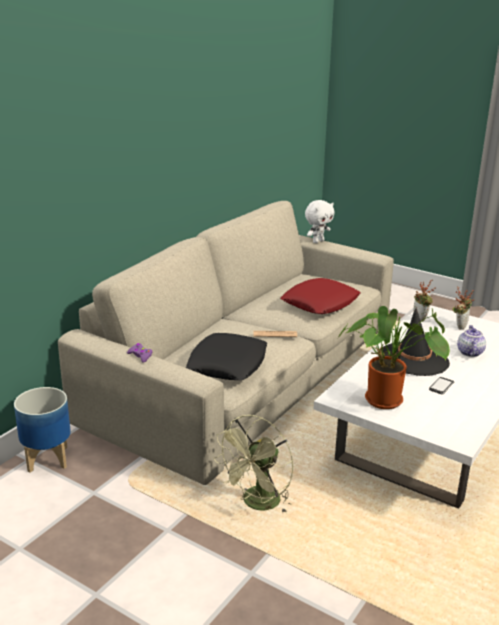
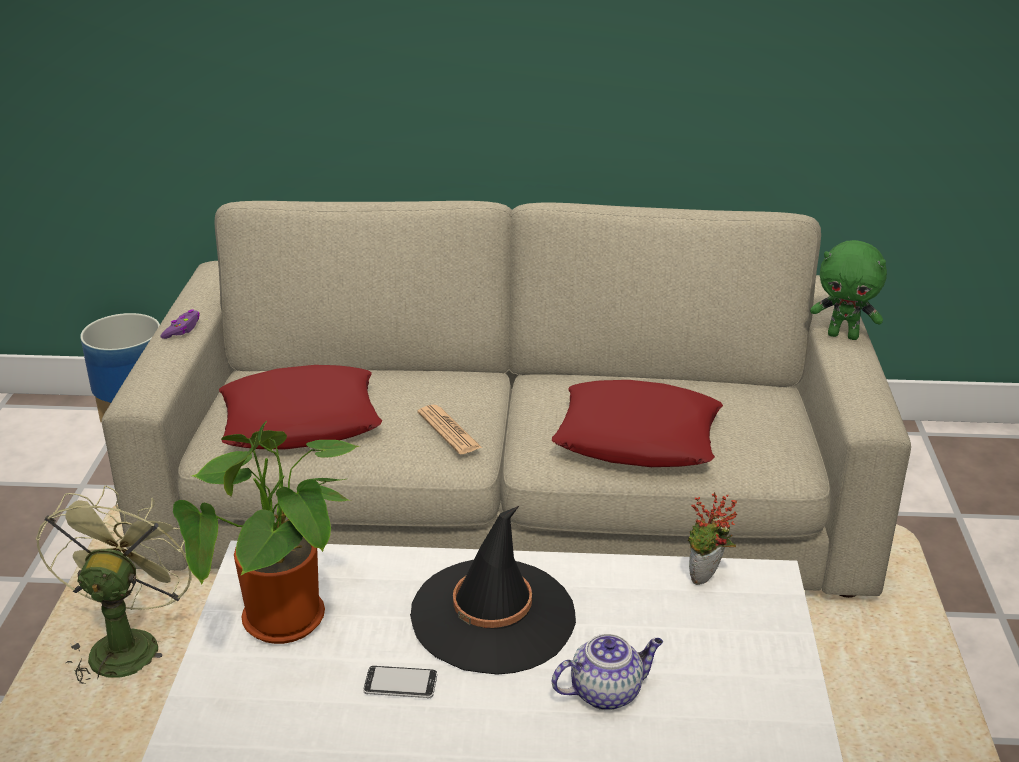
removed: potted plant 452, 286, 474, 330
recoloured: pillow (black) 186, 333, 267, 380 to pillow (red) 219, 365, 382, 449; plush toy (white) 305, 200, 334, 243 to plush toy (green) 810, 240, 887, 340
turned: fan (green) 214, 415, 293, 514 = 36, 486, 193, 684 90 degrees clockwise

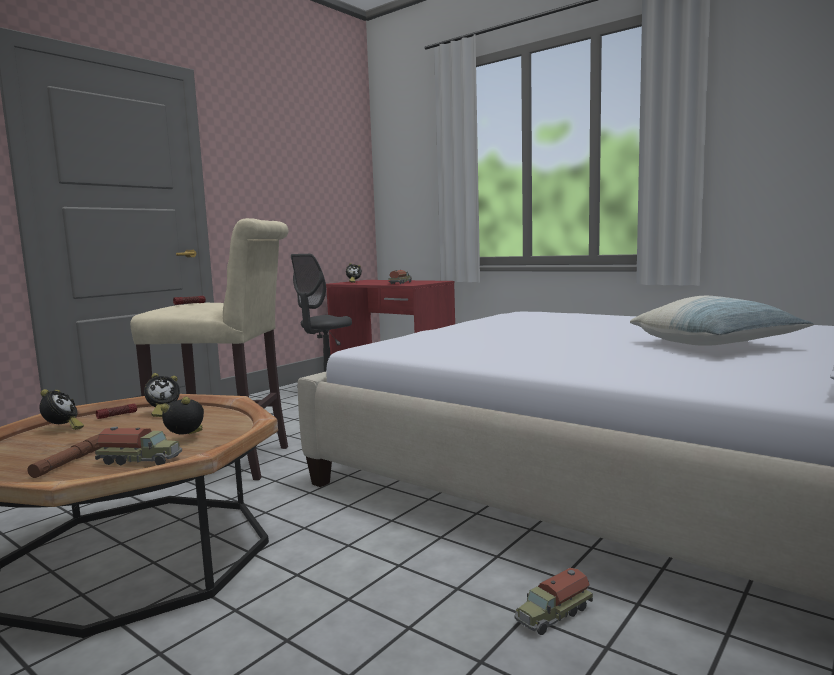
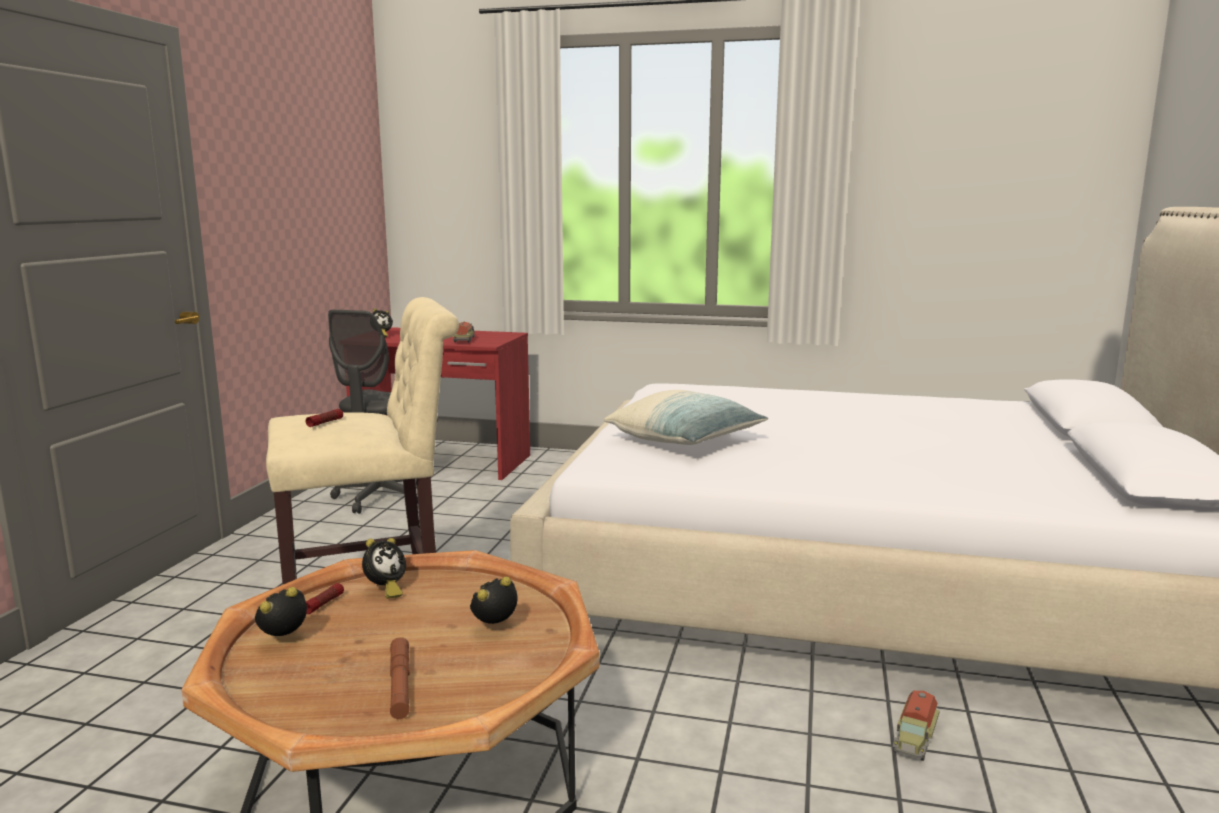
removed: toy truck 95, 427, 182, 465
moved: pillow 630, 296, 814, 346 to 604, 390, 768, 445
turned: alarm clock 39, 389, 84, 430 = 255, 587, 307, 636 105 degrees counterclockwise

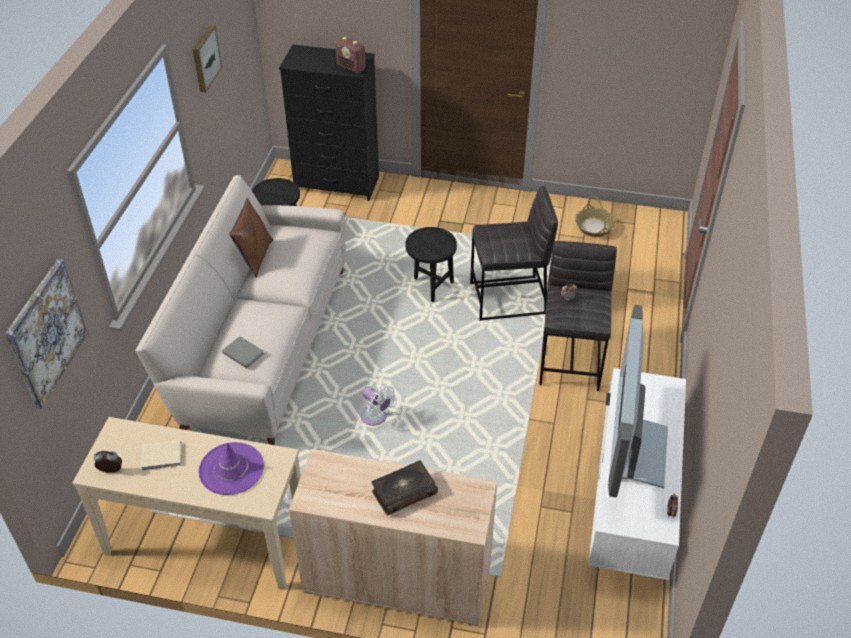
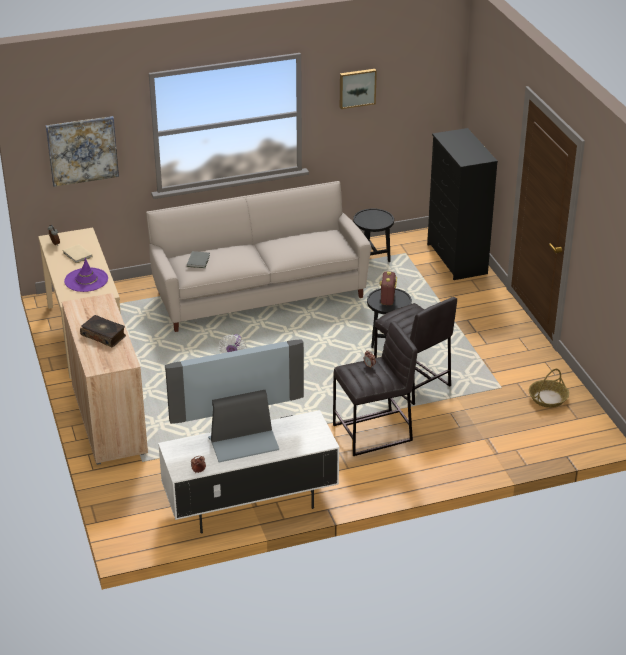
removed: pillow (brown) 229, 198, 273, 278
moved: radio 336, 37, 366, 73 to 380, 272, 397, 305

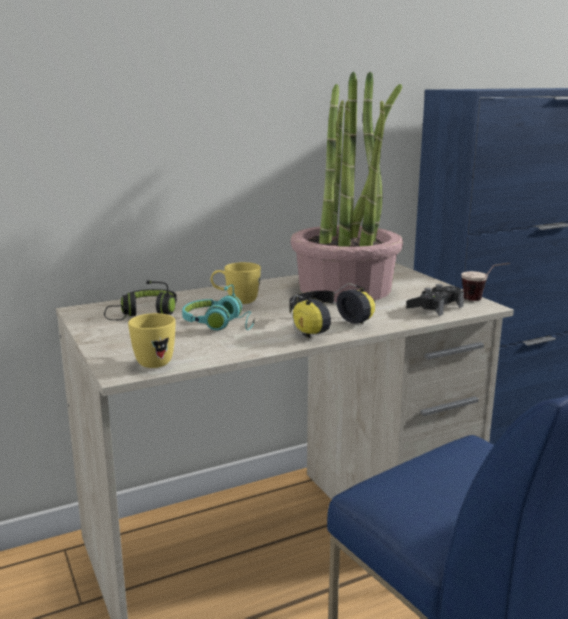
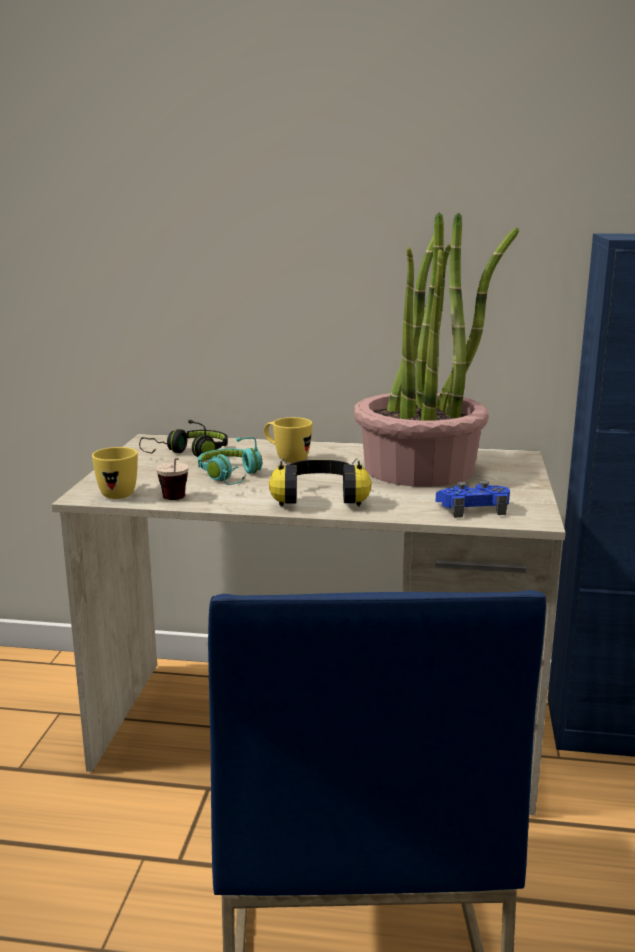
moved: cup 461, 263, 510, 301 to 156, 458, 189, 500
recoloured: game controller (black) 406, 284, 464, 316 to game controller (blue) 436, 481, 510, 518

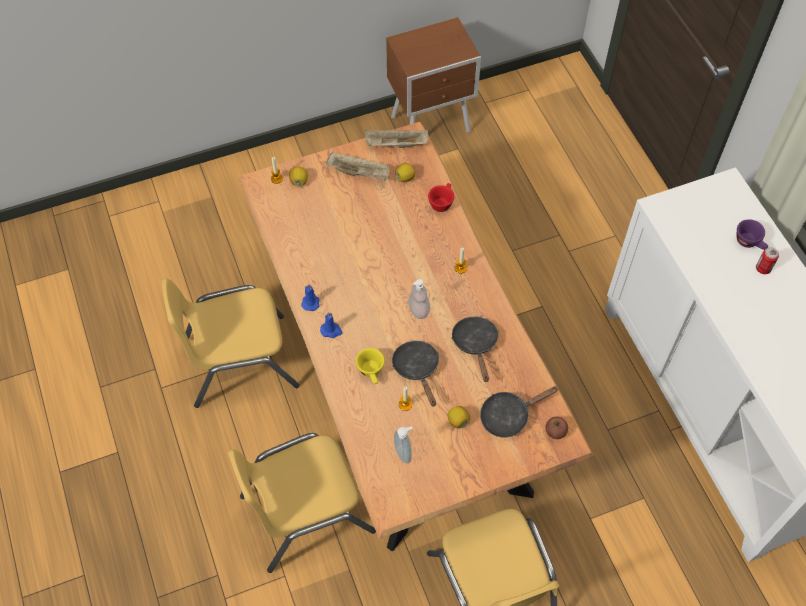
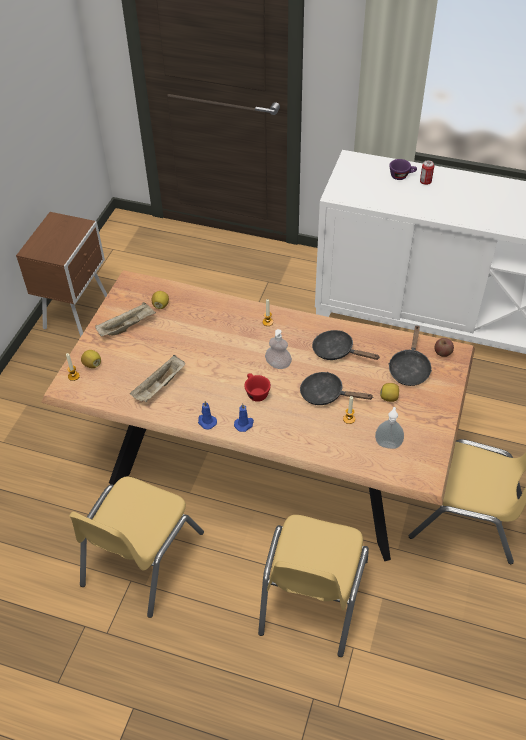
removed: cup (yellow) 356, 348, 385, 384
moved: tray (beige) 365, 130, 428, 148 to 130, 355, 185, 402; cup (red) 428, 183, 454, 212 to 244, 373, 271, 402

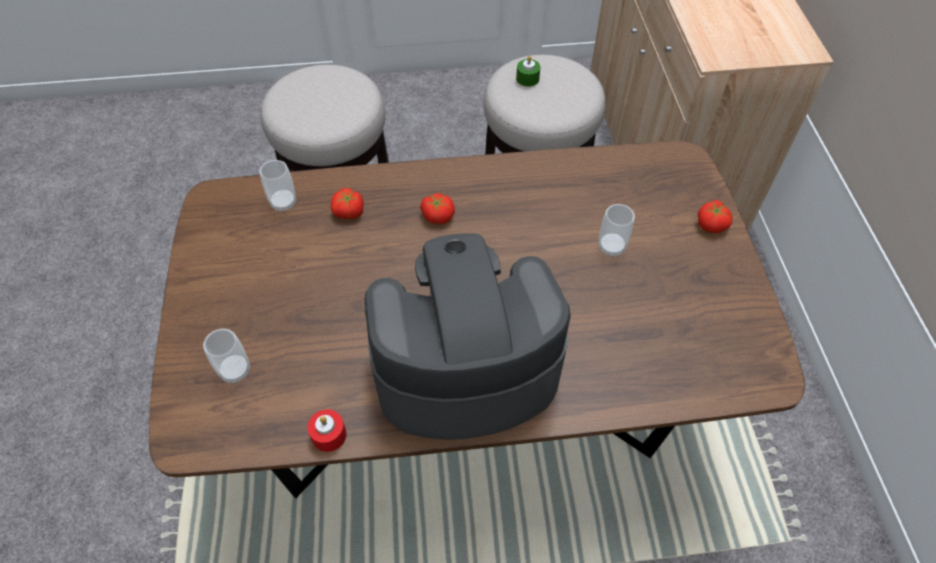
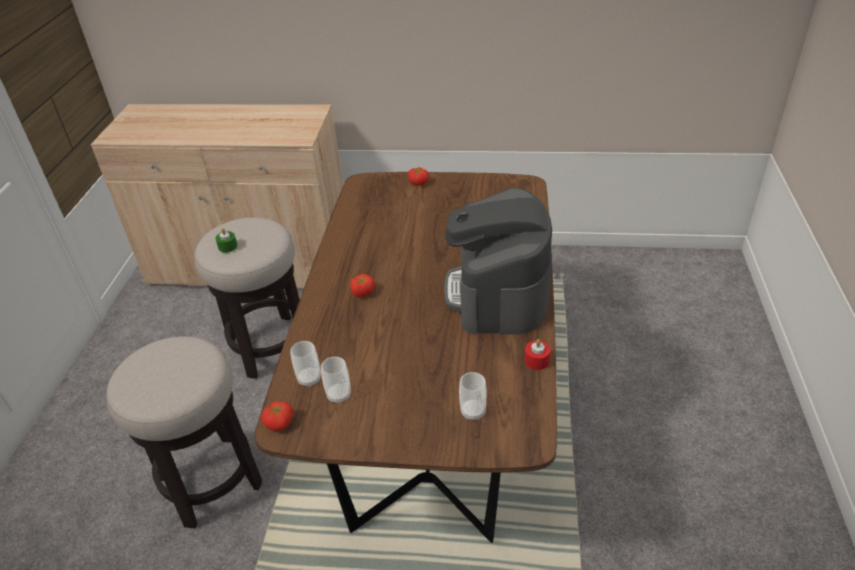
moved: tomato 331, 188, 364, 219 to 261, 401, 294, 431; cup 598, 204, 635, 257 to 321, 357, 351, 404

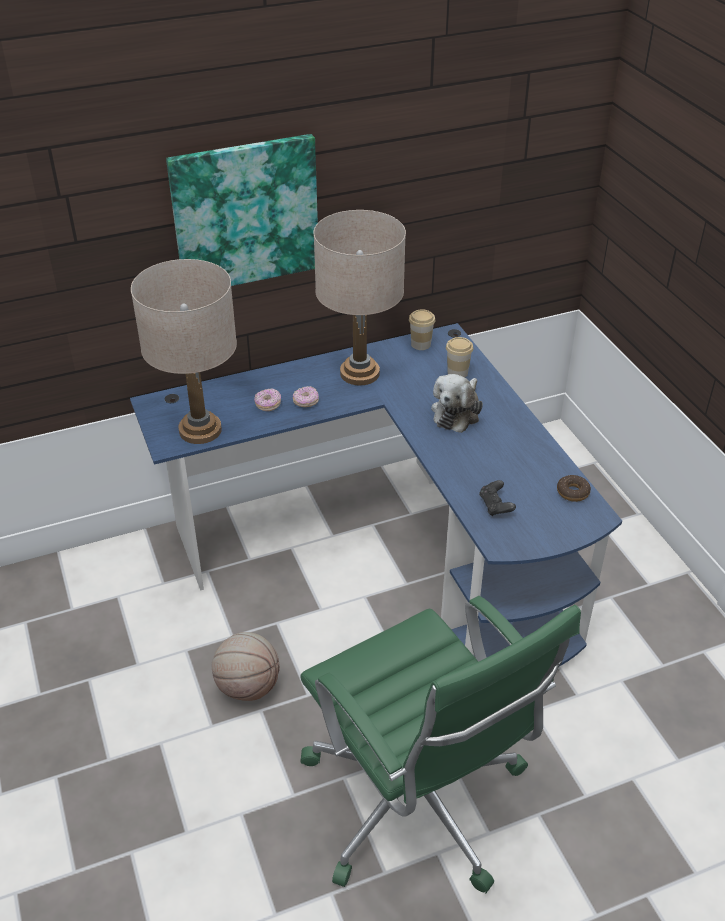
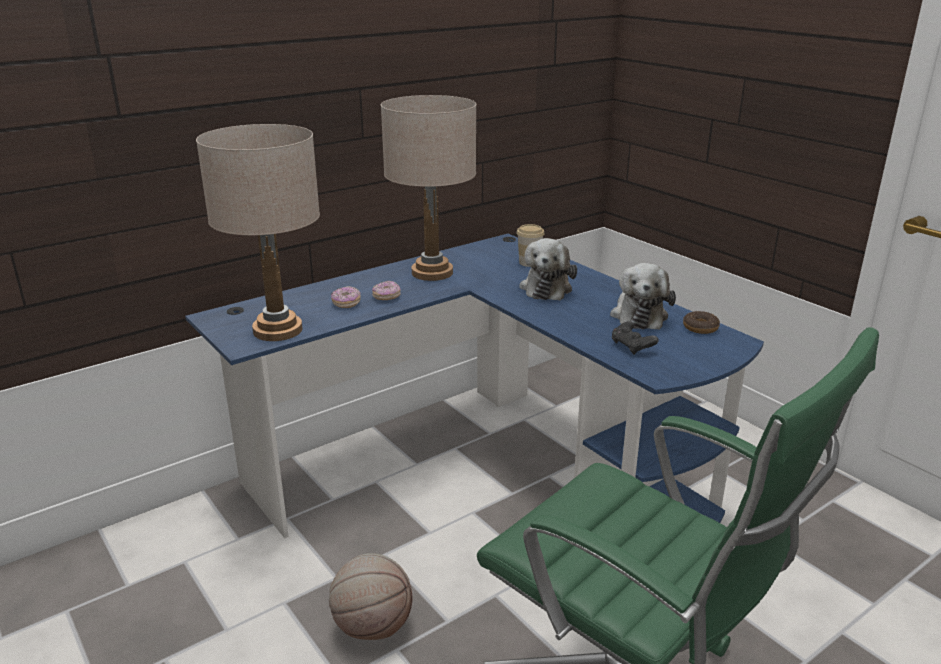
removed: picture 166, 134, 318, 286; cup 409, 309, 435, 350
added: plush toy 610, 263, 676, 330

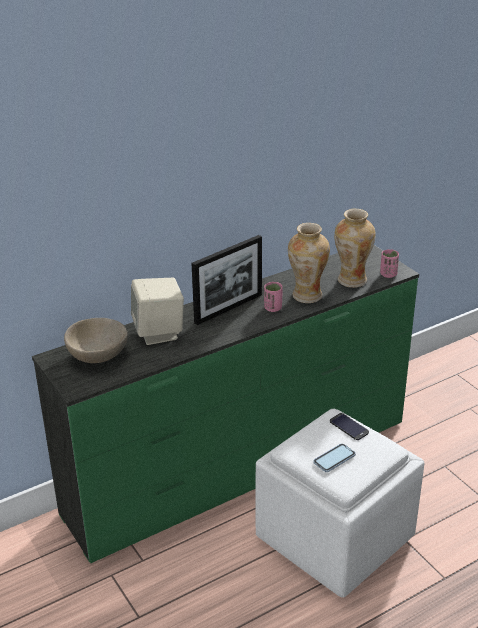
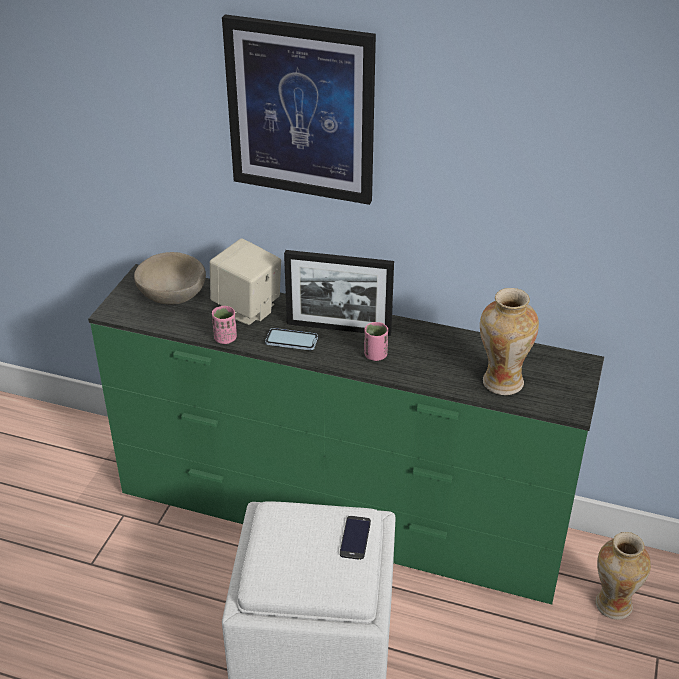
added: picture 222, 14, 376, 205
moved: vase 288, 223, 330, 303 to 595, 532, 651, 620; phone 313, 444, 356, 472 to 265, 328, 318, 350; cup (pink) 380, 249, 399, 278 to 212, 306, 237, 344

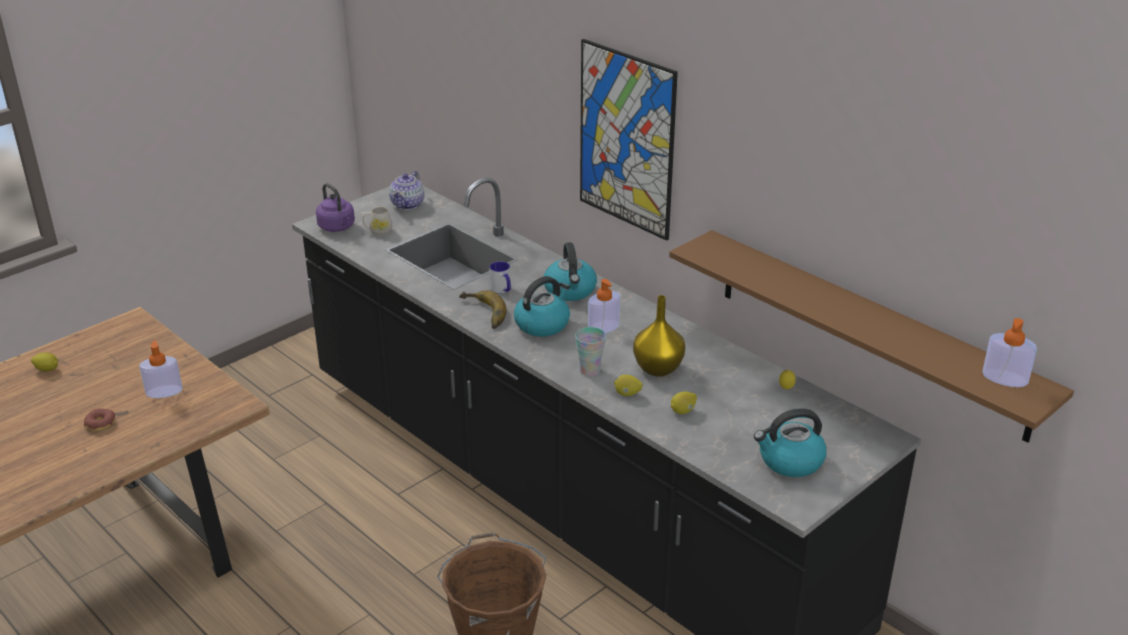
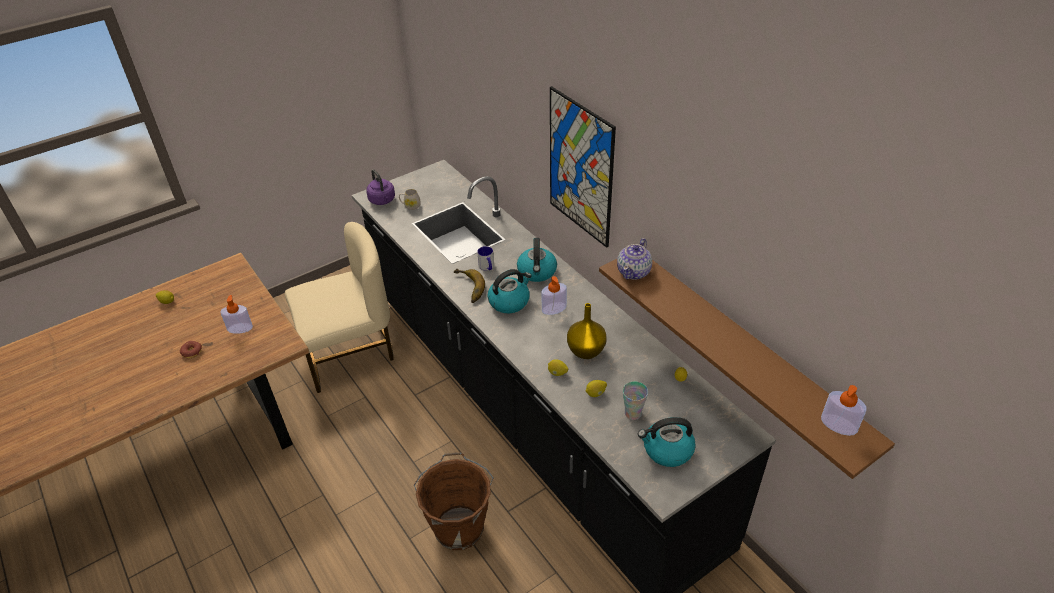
added: chair (beige) 285, 222, 394, 393
moved: teapot 389, 171, 424, 210 to 617, 238, 652, 280; cup 575, 327, 606, 376 to 623, 381, 648, 420

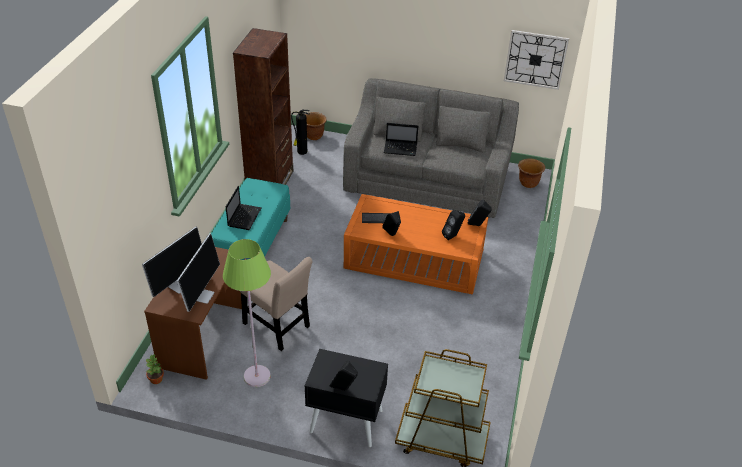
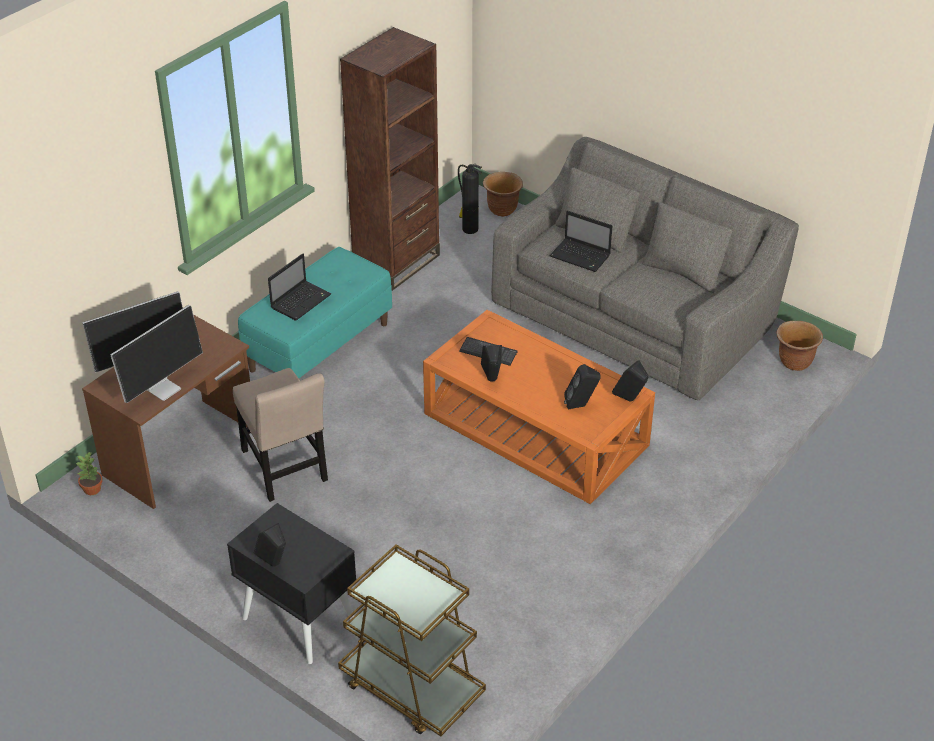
removed: floor lamp (green) 223, 239, 271, 387; wall clock 504, 30, 569, 90

